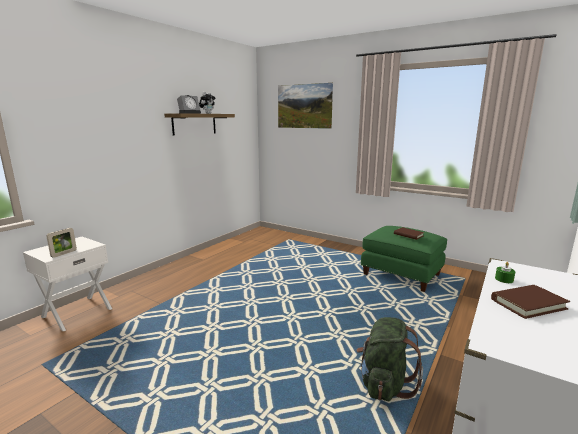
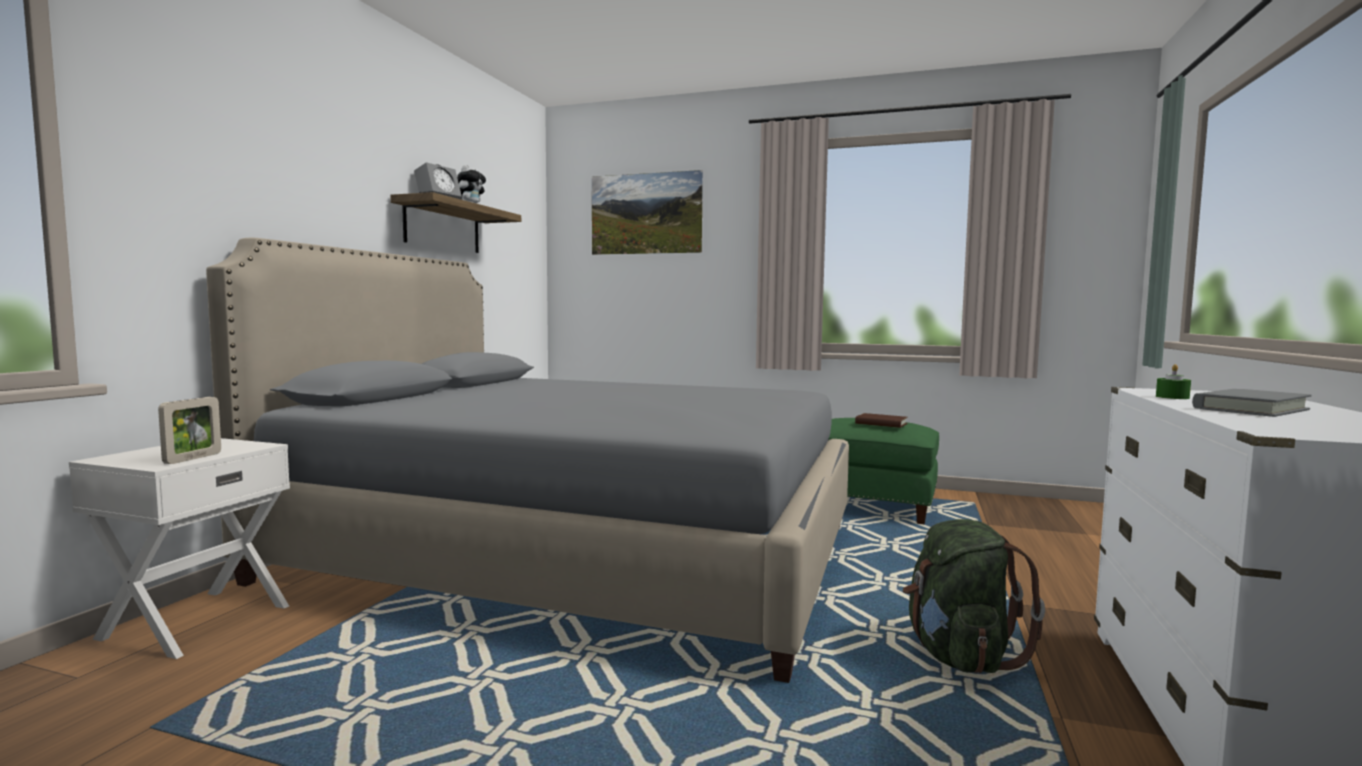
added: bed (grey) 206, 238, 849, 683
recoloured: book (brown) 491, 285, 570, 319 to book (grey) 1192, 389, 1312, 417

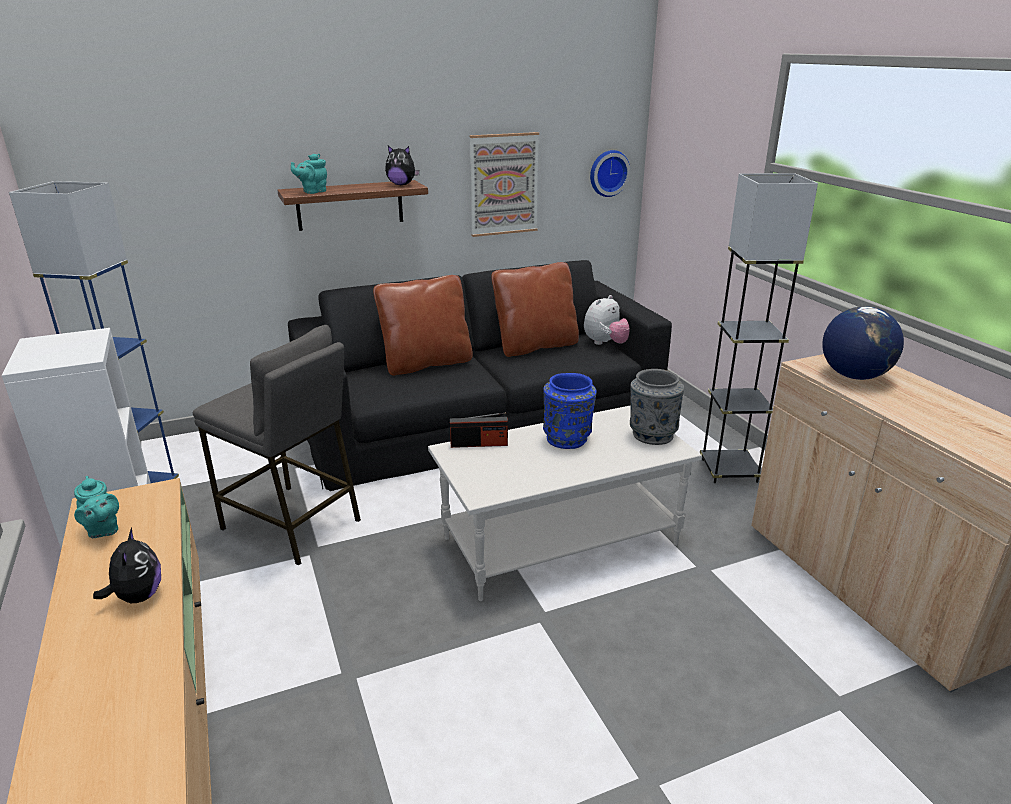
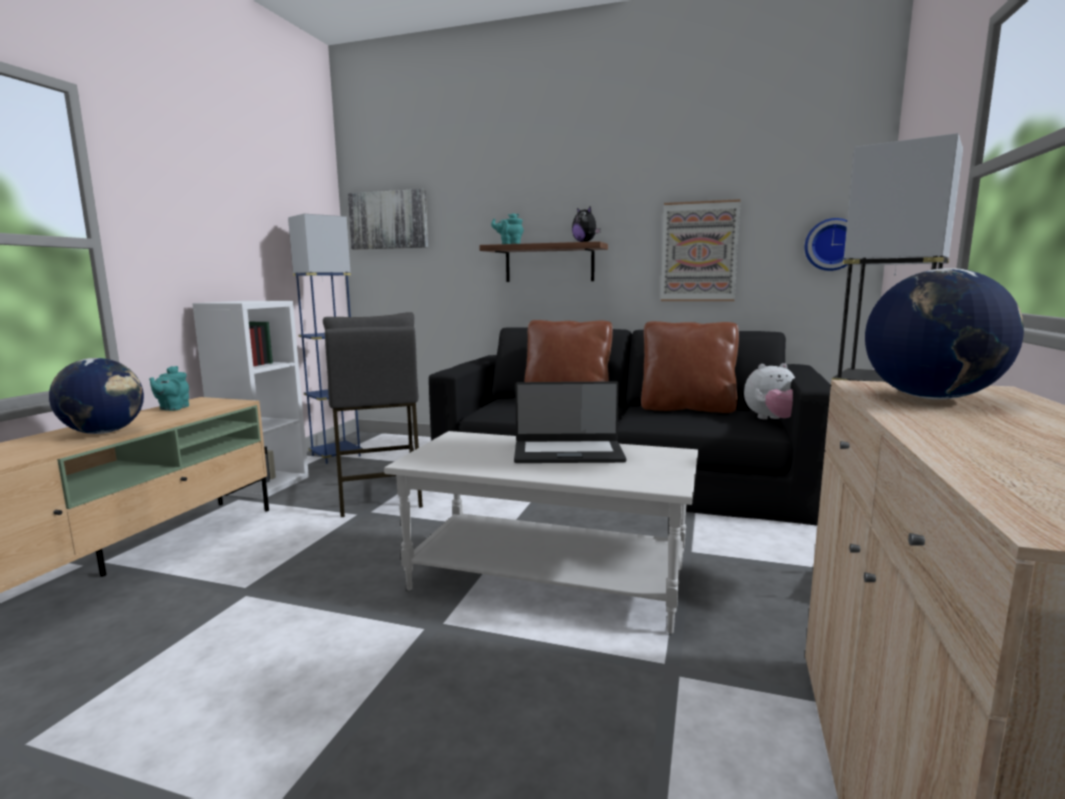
removed: radio 450, 412, 508, 448; vase (grey) 630, 369, 684, 445
added: picture 348, 189, 428, 249
replaced: plush toy 93, 528, 161, 603 to globe 49, 358, 144, 434; vase (blue) 543, 373, 597, 449 to laptop 514, 381, 626, 463

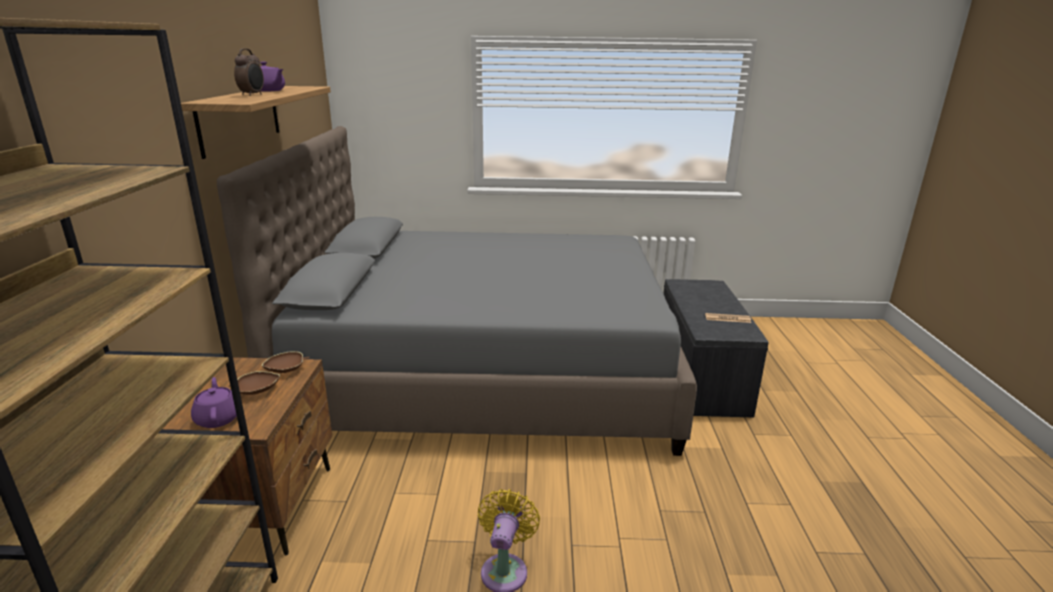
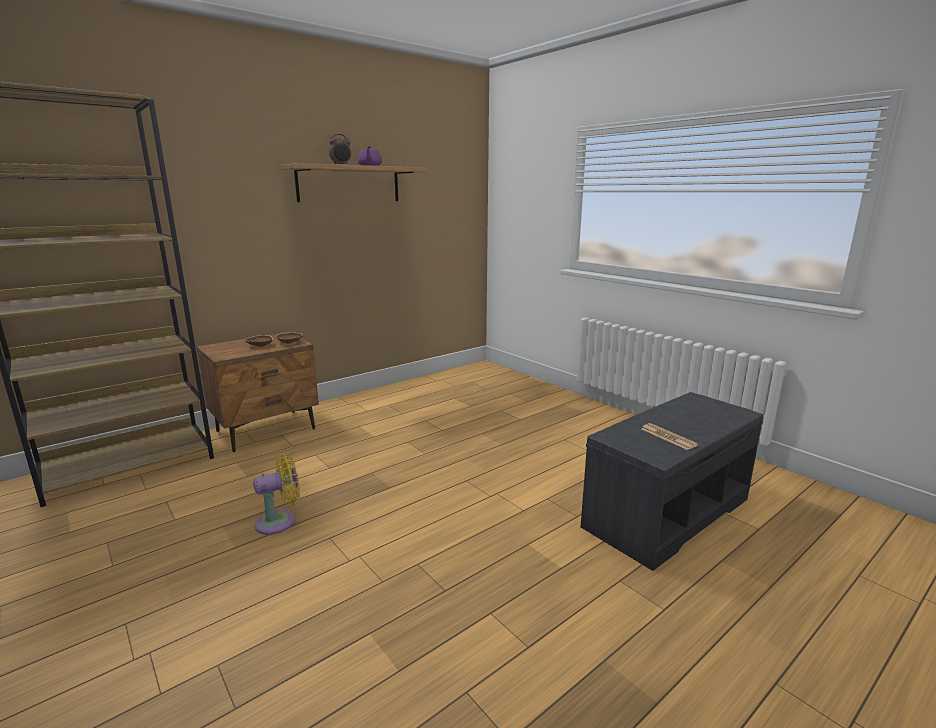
removed: teapot (purple) 191, 377, 237, 428; bed (grey) 217, 126, 697, 456

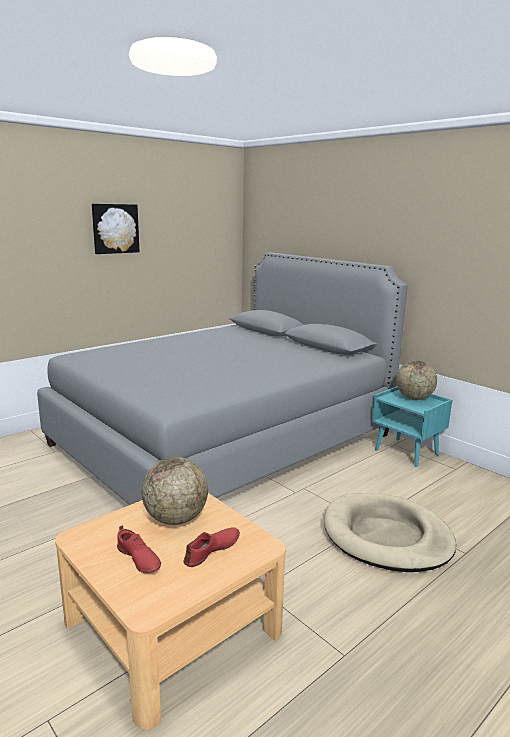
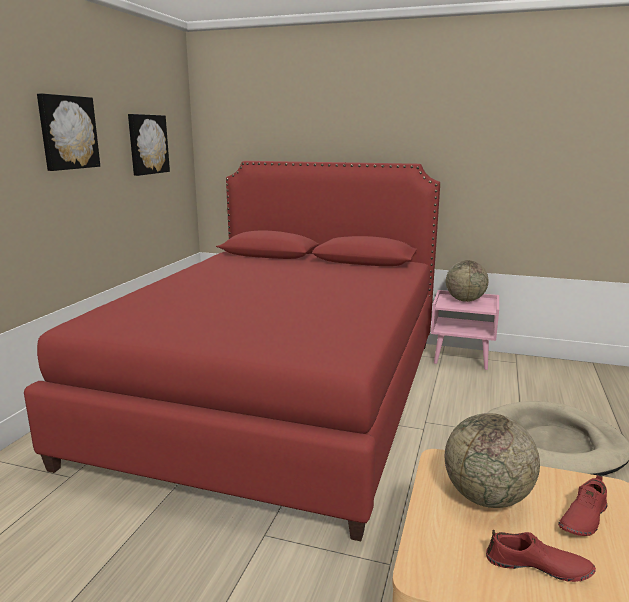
added: picture 128, 114, 170, 176
recoloured: bed (grey) 37, 252, 408, 505 to bed (red) 24, 161, 440, 542; nightstand (turquoise) 372, 386, 452, 467 to nightstand (pink) 431, 290, 499, 370
turned: shoe (red) 183, 527, 240, 567 = 558, 475, 608, 536 150 degrees counterclockwise

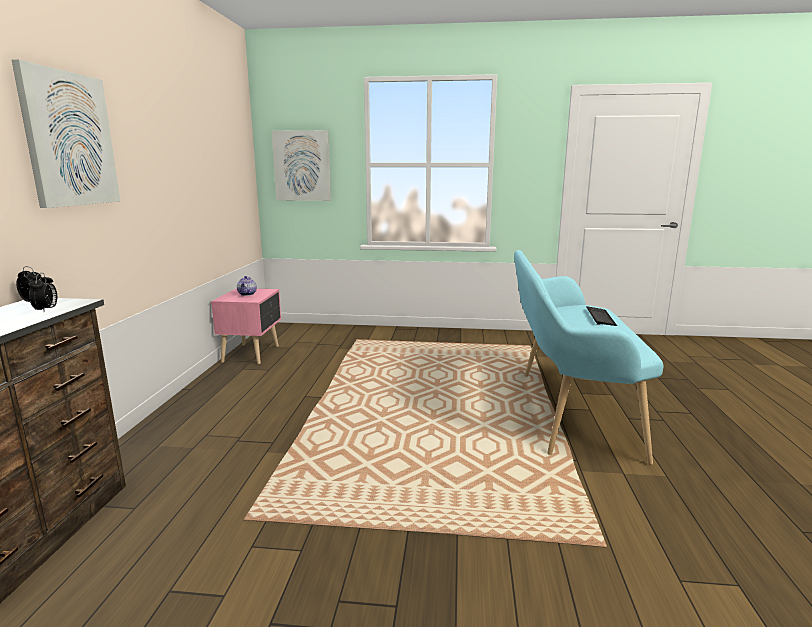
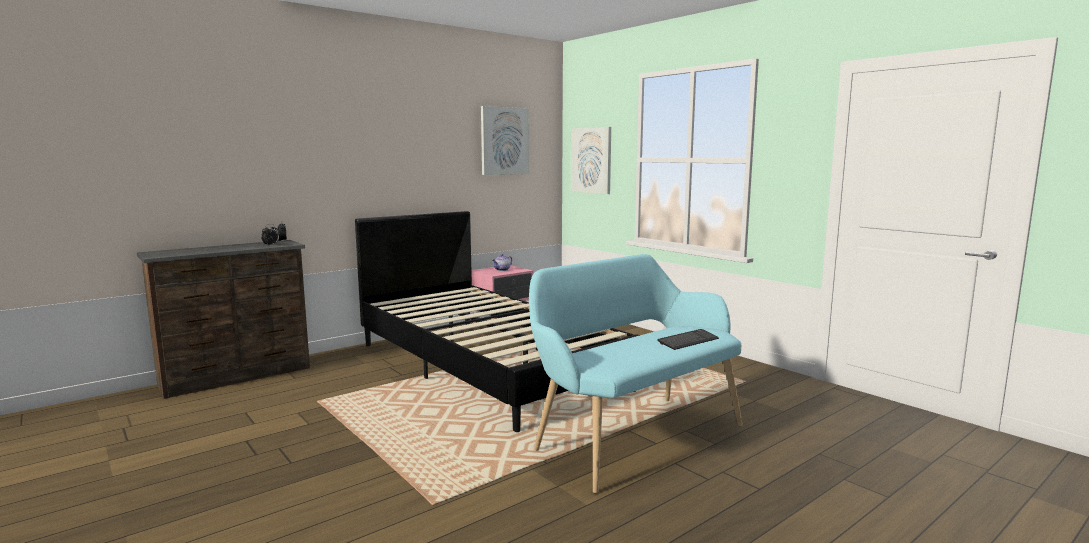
added: bed (black) 355, 211, 640, 432
moved: picture 12, 59, 120, 208 to 481, 106, 529, 175

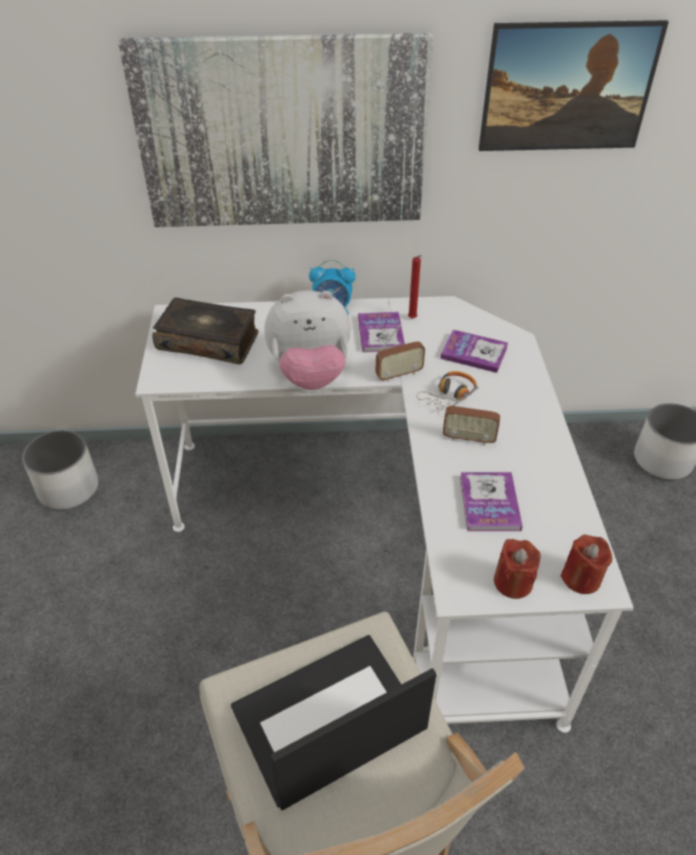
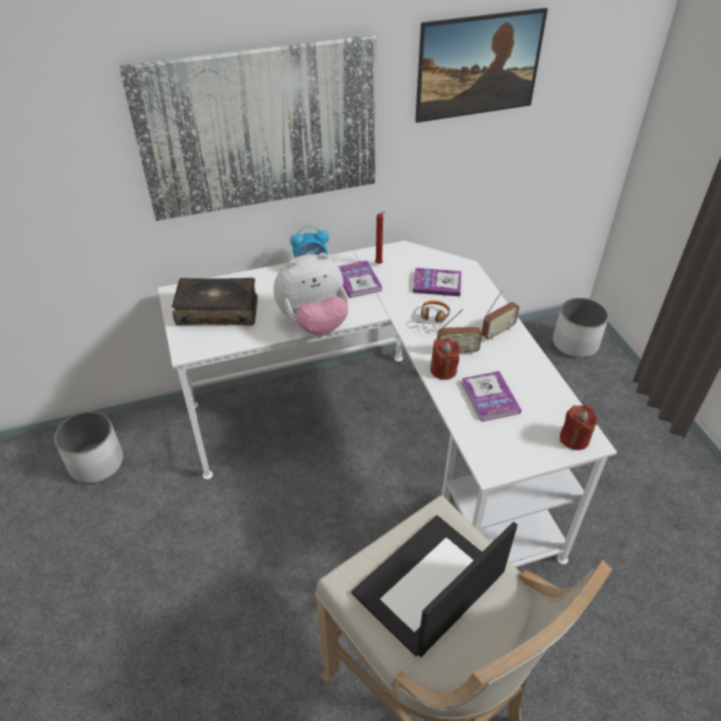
moved: radio 375, 324, 425, 382 to 482, 290, 519, 340; candle (red) 494, 539, 541, 599 to 430, 338, 460, 380

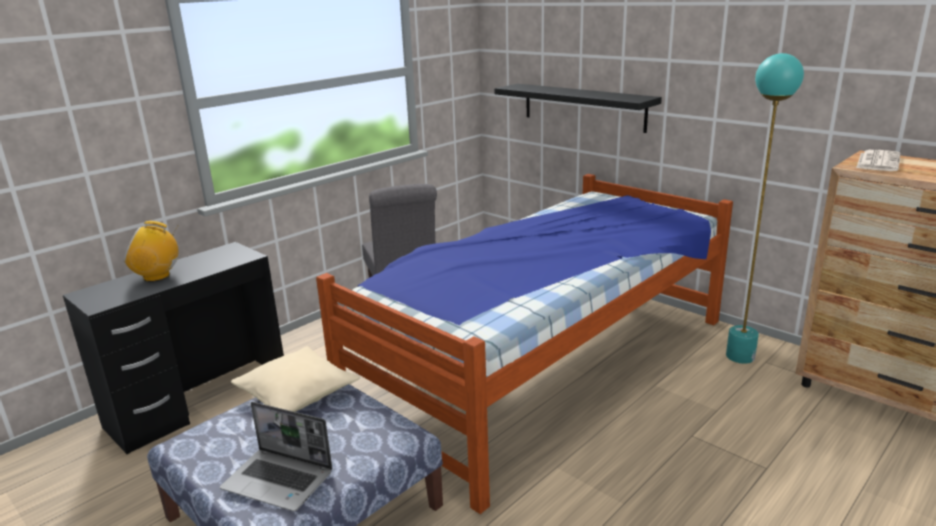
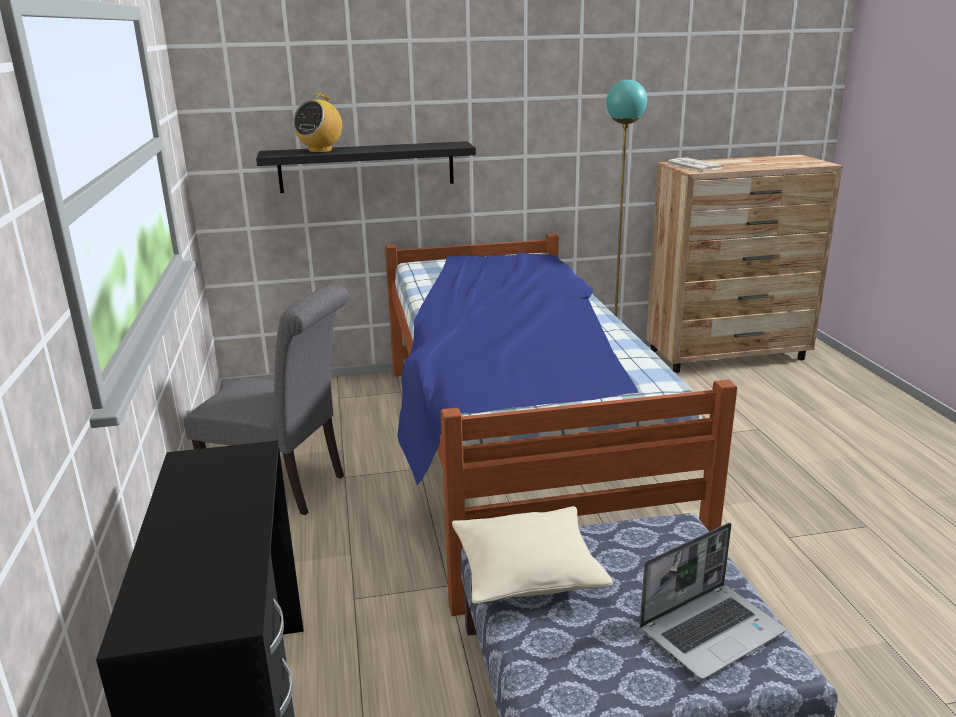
moved: radio 124, 221, 178, 282 to 293, 94, 342, 153

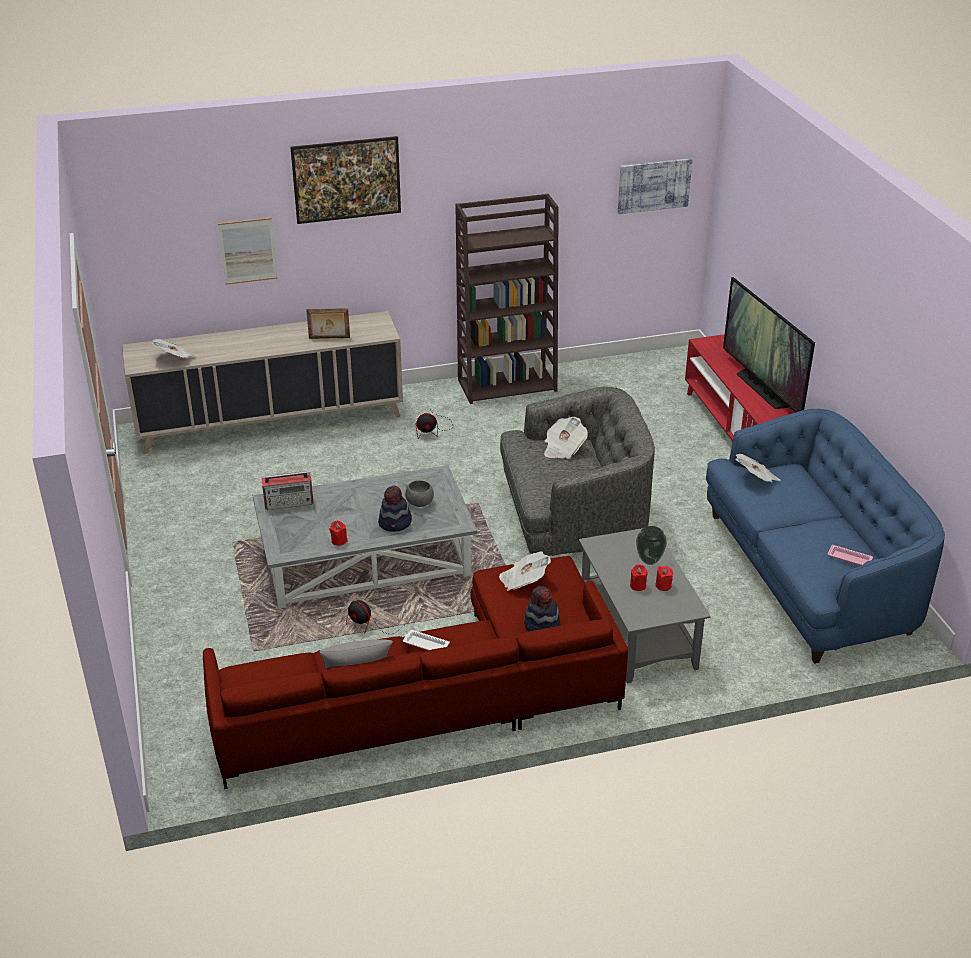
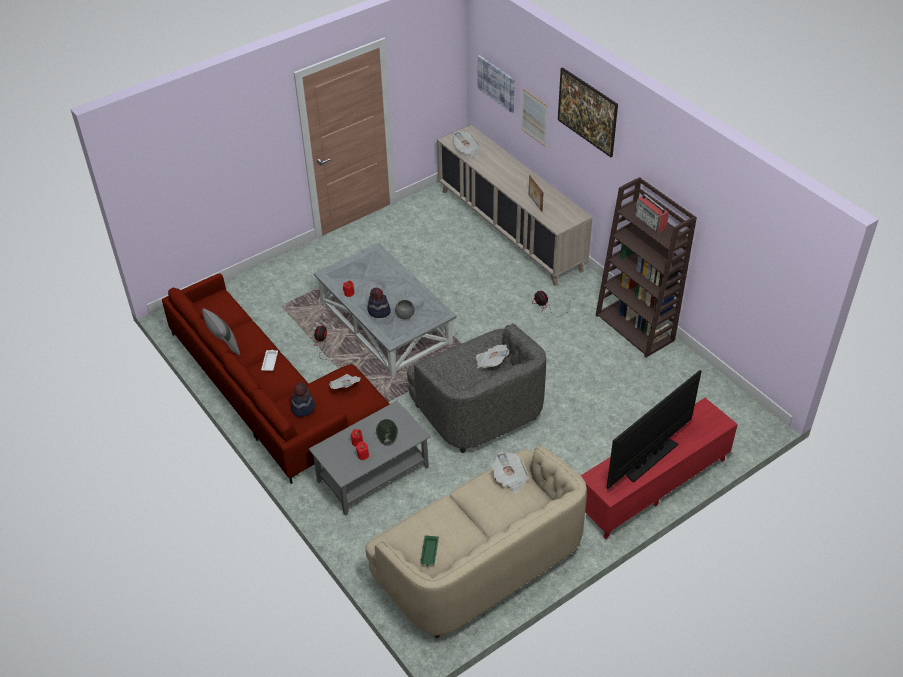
moved: radio 261, 471, 314, 510 to 635, 194, 669, 233; picture 618, 158, 692, 214 to 478, 55, 515, 113
recoloured: sofa (blue) 706, 409, 945, 664 to sofa (beige) 365, 445, 587, 639; tray (pink) 827, 544, 873, 566 to tray (green) 420, 535, 439, 566

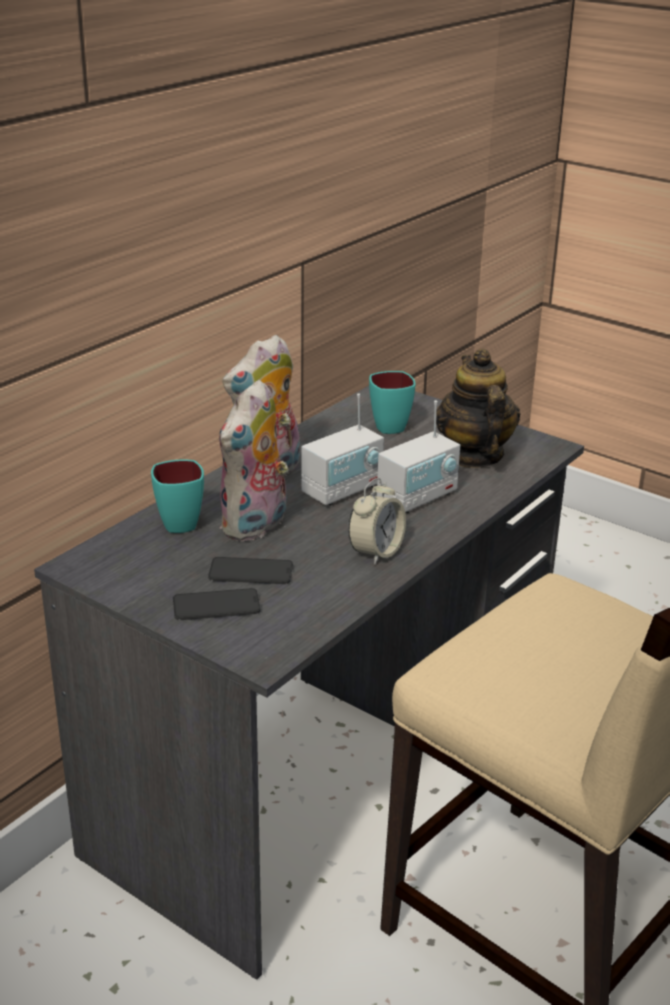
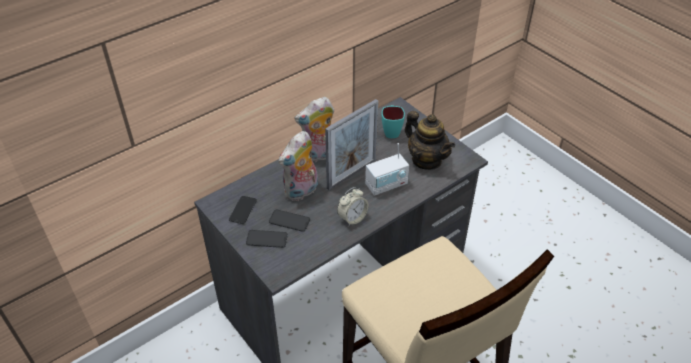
removed: mug (turquoise) 151, 460, 204, 533
added: phone 229, 196, 257, 224
replaced: radio 301, 393, 384, 505 to picture frame 325, 99, 379, 190
turned: teapot 436, 348, 520, 468 = 405, 111, 455, 170 135 degrees clockwise

